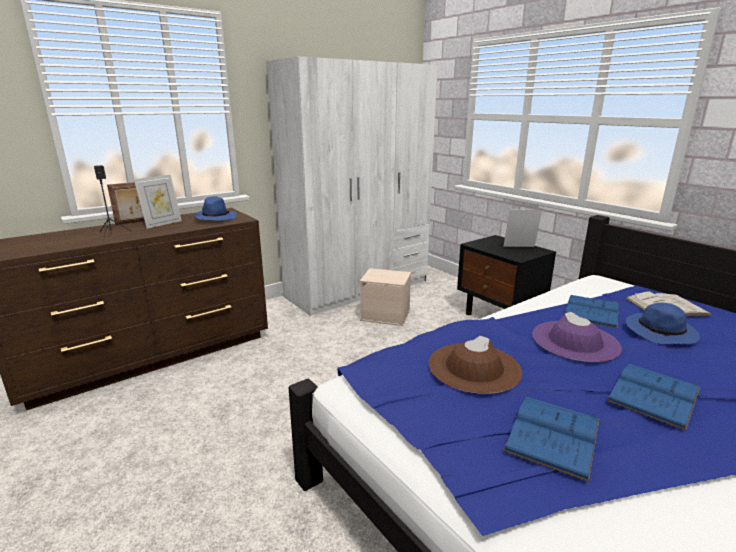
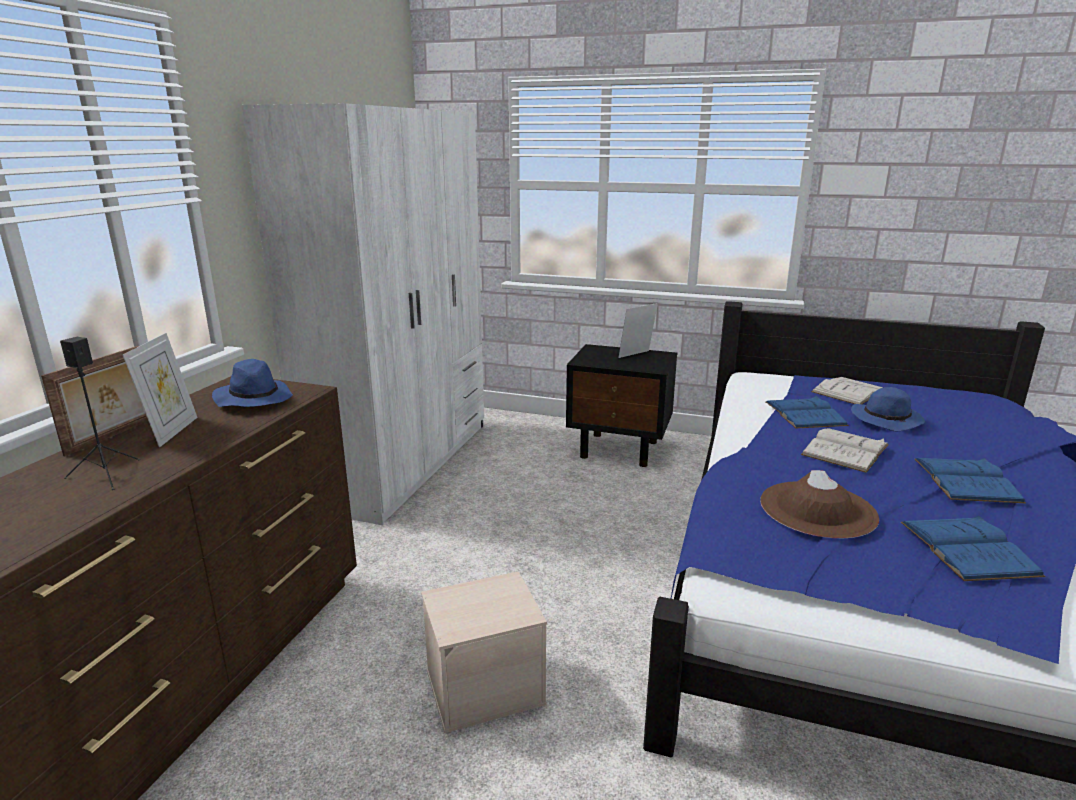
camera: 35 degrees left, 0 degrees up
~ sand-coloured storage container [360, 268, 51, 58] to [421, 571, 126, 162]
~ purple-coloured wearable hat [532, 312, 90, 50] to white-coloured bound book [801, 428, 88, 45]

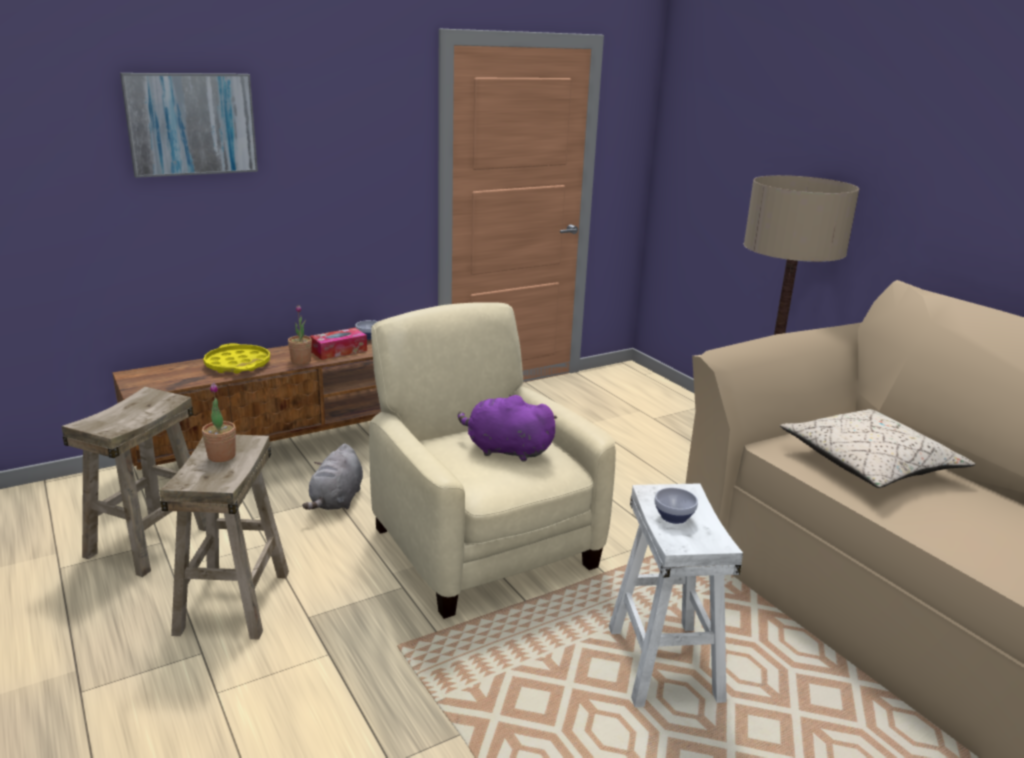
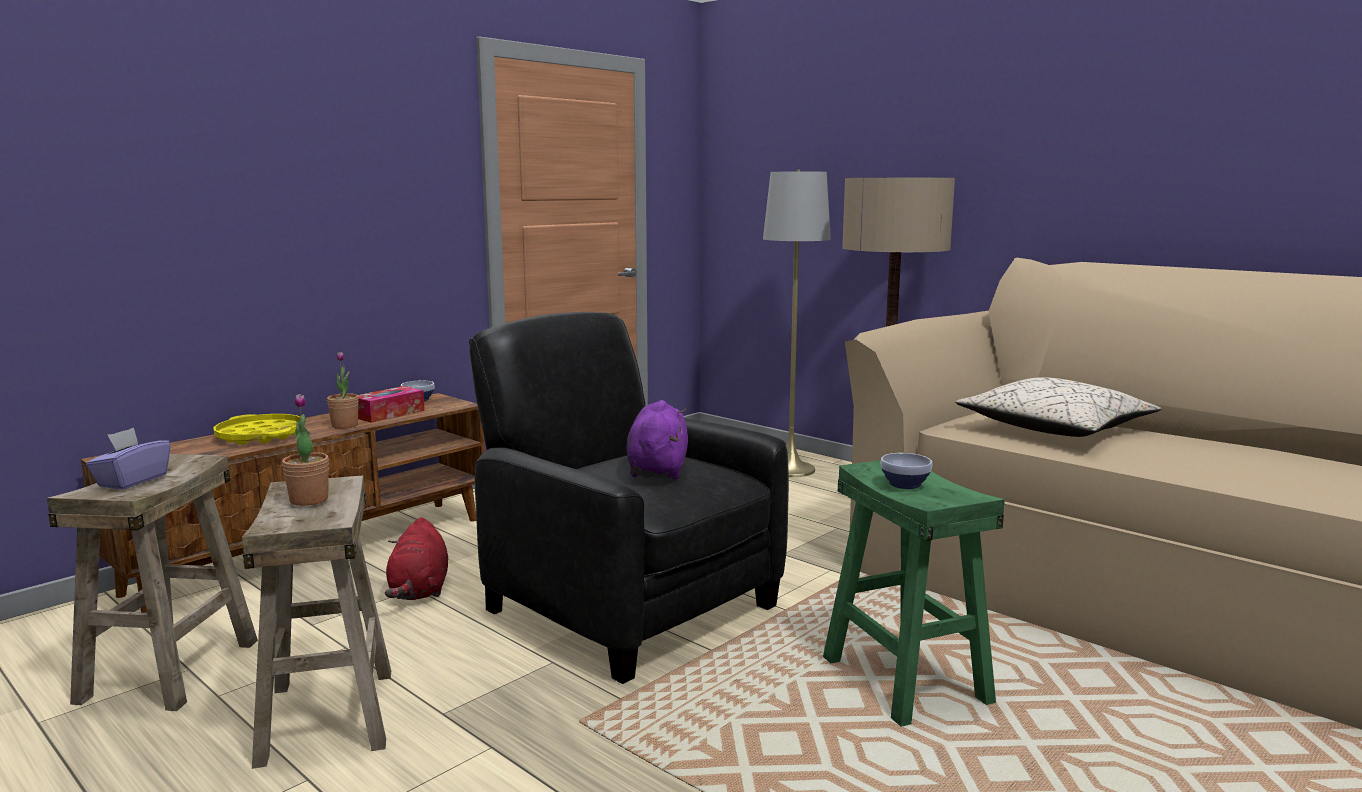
camera: 15 degrees left, 10 degrees down
- picture [120, 73, 138, 105]
~ greyish cuddly toy [302, 444, 61, 66] to red cuddly toy [385, 517, 63, 83]
~ sand-coloured easy chair [369, 302, 247, 317] to black-coloured easy chair [469, 312, 320, 372]
~ purple-coloured cuddly toy [458, 395, 99, 67] = [627, 400, 61, 80] 90 degrees clockwise
~ white-coloured stool seat [609, 483, 134, 224] to greenish stool seat [823, 460, 182, 267]
+ purple-coloured box of tissues [86, 428, 85, 62]
+ greyish floor lamp [763, 169, 68, 308]

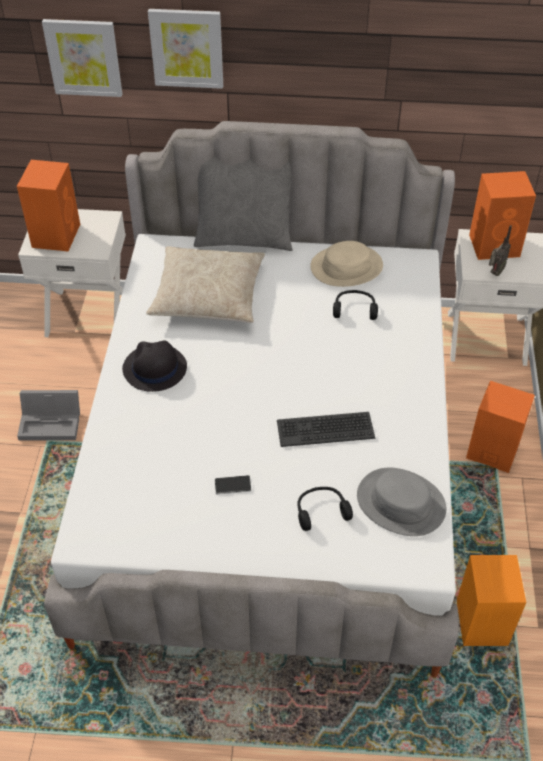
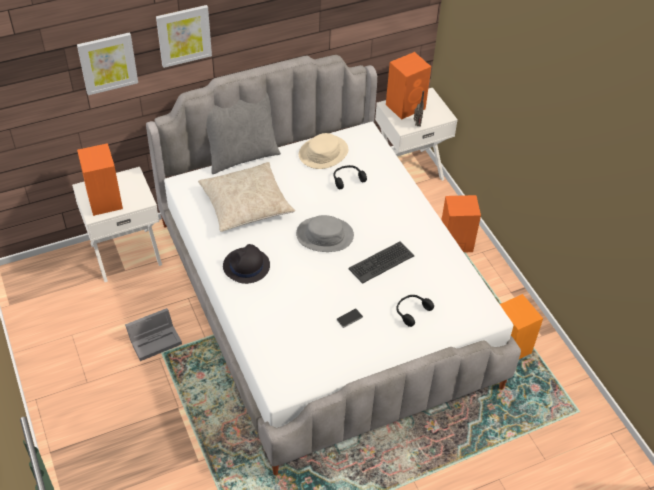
camera: 30 degrees left, 0 degrees up
~ greyish wearable hat [357, 467, 89, 69] to [296, 215, 58, 37]

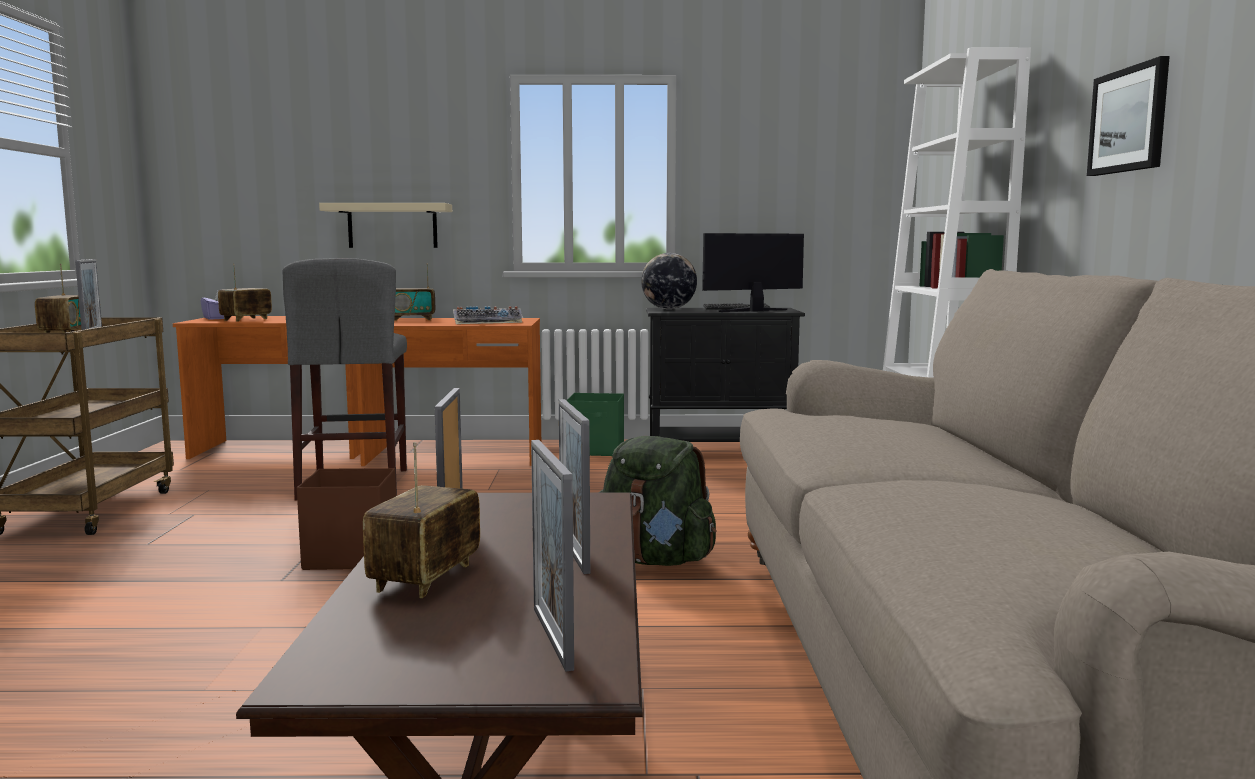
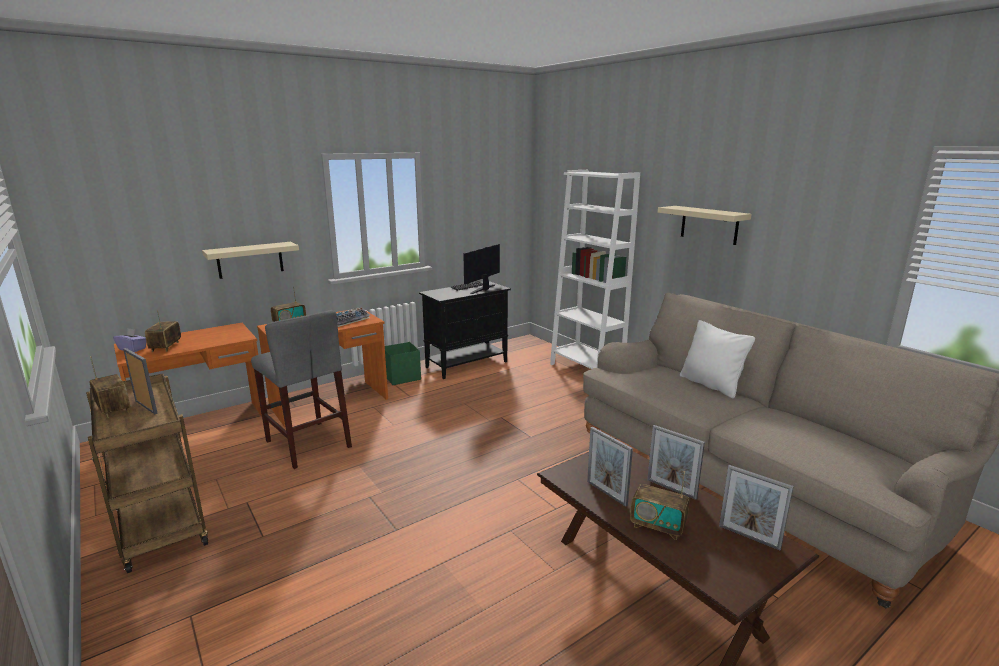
camera: 35 degrees left, 10 degrees up
- brownish storage container [297, 468, 99, 102]
~ radio set [363, 442, 117, 156] = [630, 471, 60, 69] 45 degrees counterclockwise
- greenish rucksack [599, 436, 117, 130]
- world globe [641, 253, 56, 56]
~ picture [1087, 56, 83, 120] to sand-coloured wall shelf [658, 206, 94, 39]
+ white-coloured cushion [680, 320, 75, 78]

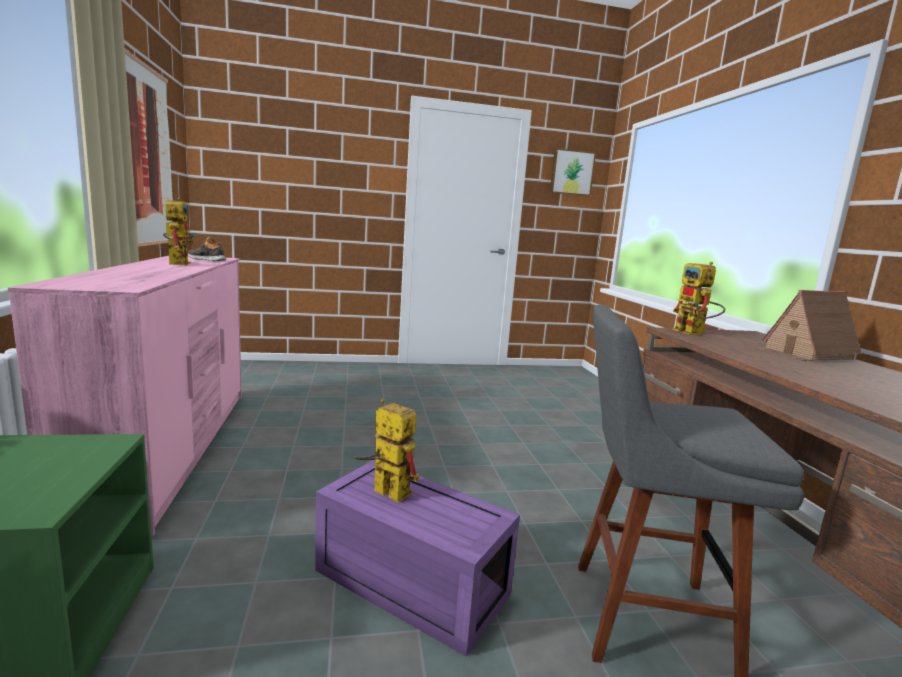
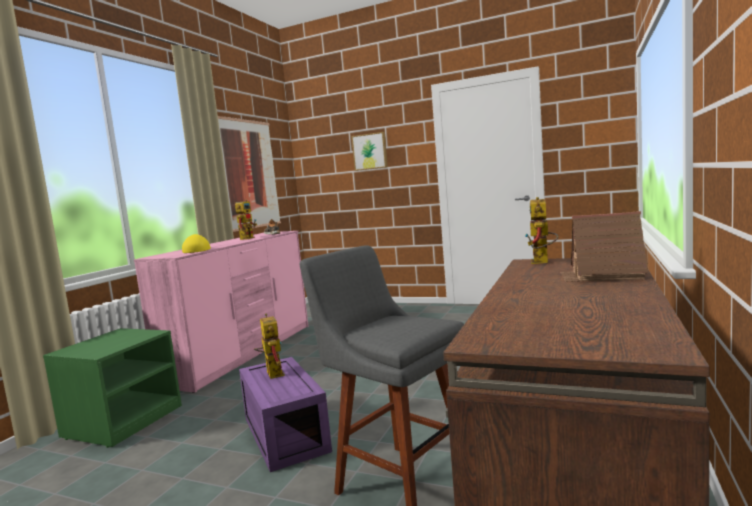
camera: 35 degrees right, 5 degrees down
~ picture [550, 148, 46, 48] to [351, 132, 37, 39]
+ yellowish peaked cap [182, 234, 29, 19]

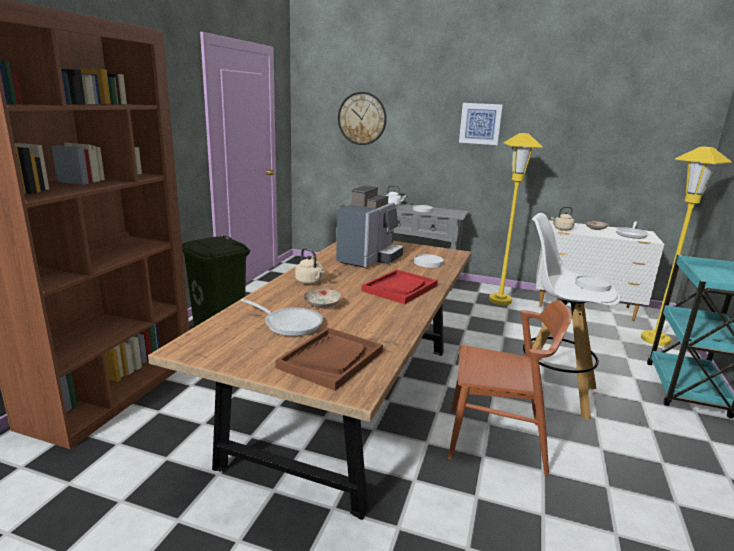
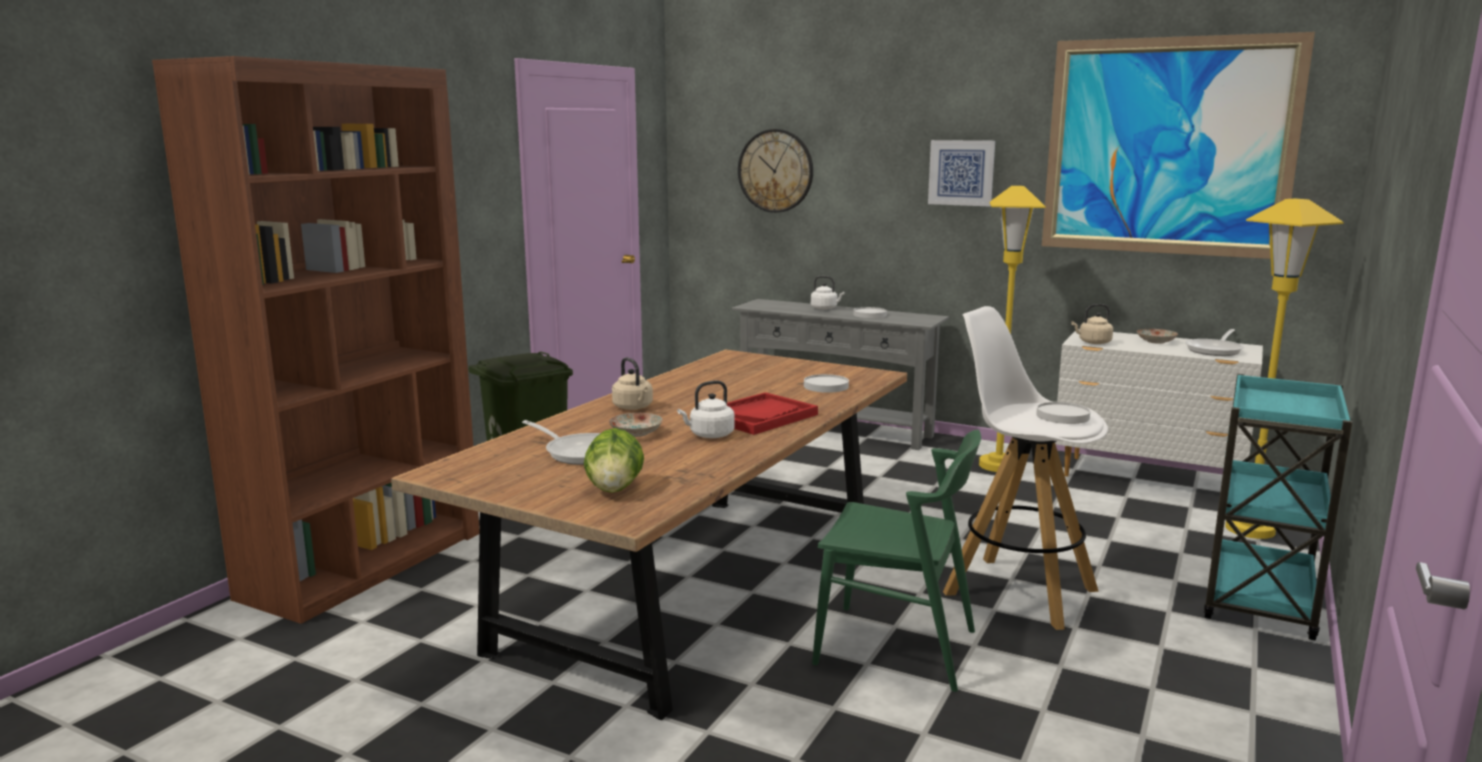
camera: 10 degrees right, 5 degrees down
~ brownish carrying tray [275, 328, 108, 63] to head of lettuce [584, 428, 60, 65]
- coffee brewer [336, 186, 68, 82]
~ brownish plain chair [448, 300, 123, 176] to greenish plain chair [812, 430, 169, 262]
+ white-coloured tea kettle [677, 381, 58, 57]
+ picture [1042, 32, 273, 227]

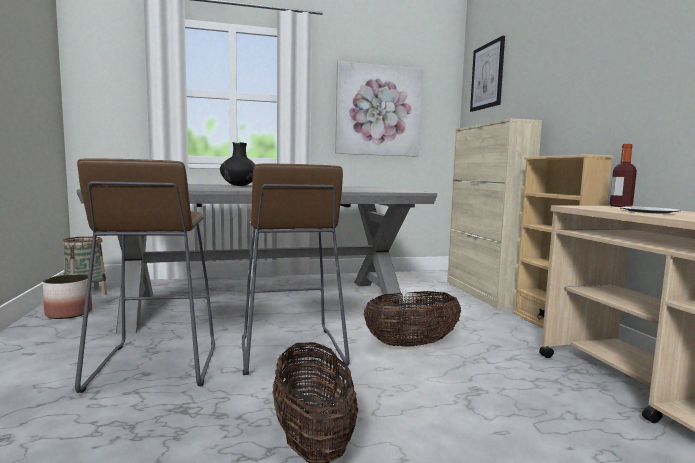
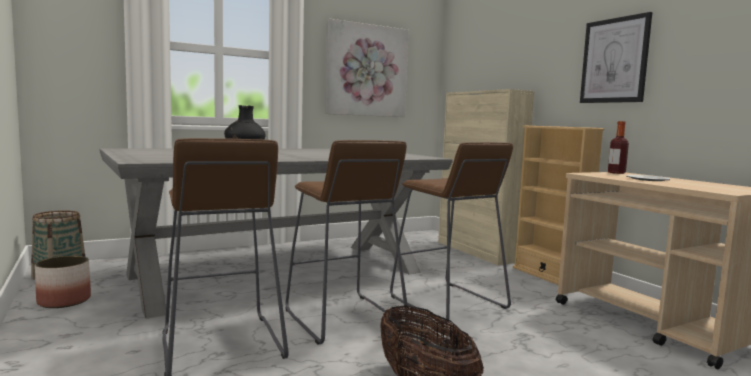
camera: 15 degrees left, 0 degrees up
~ household basket [363, 291, 98, 56] to brownish stool seat [390, 142, 123, 181]
~ picture [470, 36, 35, 76] to [580, 12, 72, 91]

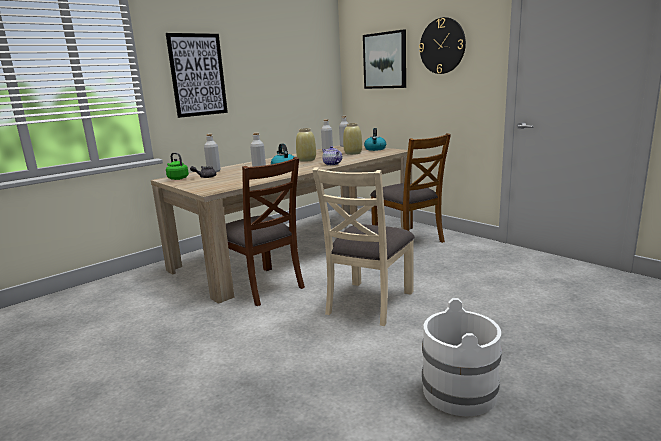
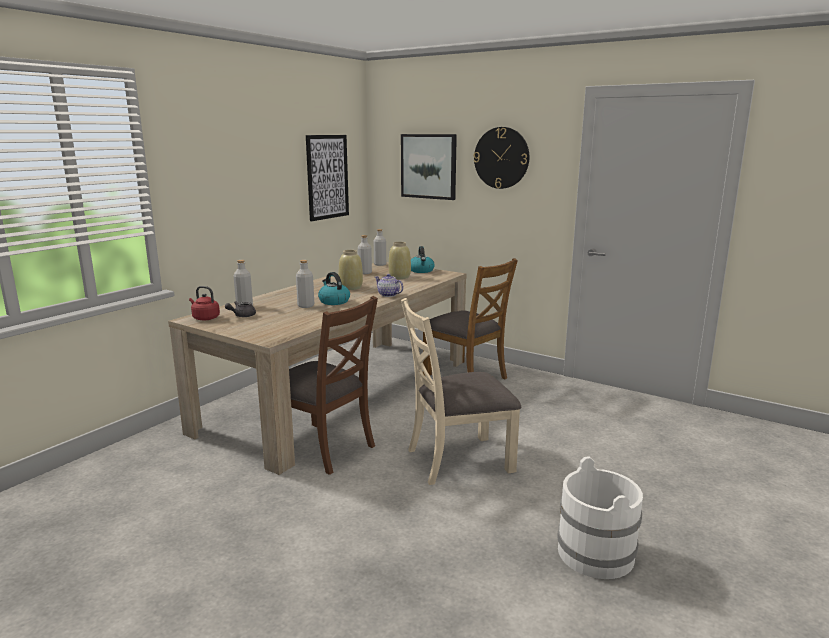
camera: 15 degrees left, 0 degrees up
~ picture [166, 33, 62, 85] to [306, 135, 43, 86]
~ greenish tea kettle [166, 153, 23, 27] to red tea kettle [189, 286, 31, 35]
~ sand-coloured plain chair [313, 167, 102, 159] = [401, 298, 120, 187] 60 degrees clockwise

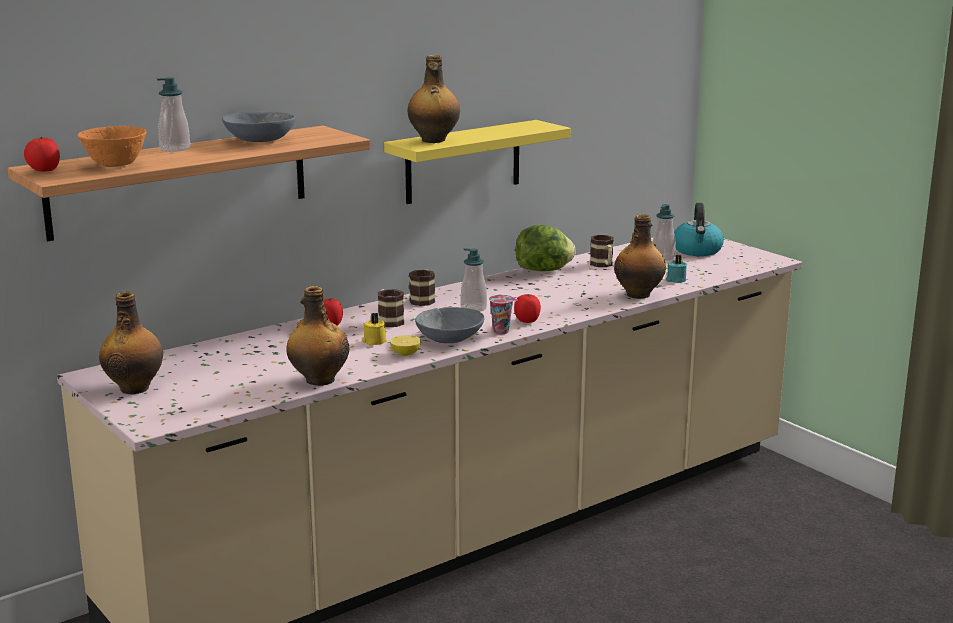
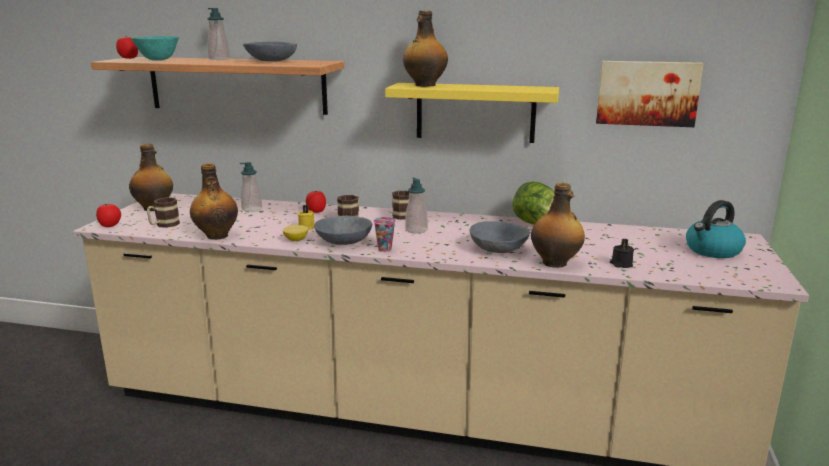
camera: 50 degrees right, 0 degrees up
~ orange-coloured bowl [78, 126, 69, 41] to turquoise bowl [131, 36, 48, 25]
~ fresh tomato [514, 294, 27, 29] to [96, 204, 25, 23]
~ tea mug [590, 235, 24, 32] to [147, 197, 33, 31]
~ soap bottle [653, 204, 23, 56] to [240, 162, 22, 50]
~ turquoise candle [666, 255, 21, 28] to black-coloured candle [610, 239, 24, 29]
+ greyish bowl [470, 221, 60, 32]
+ picture [596, 61, 108, 66]

